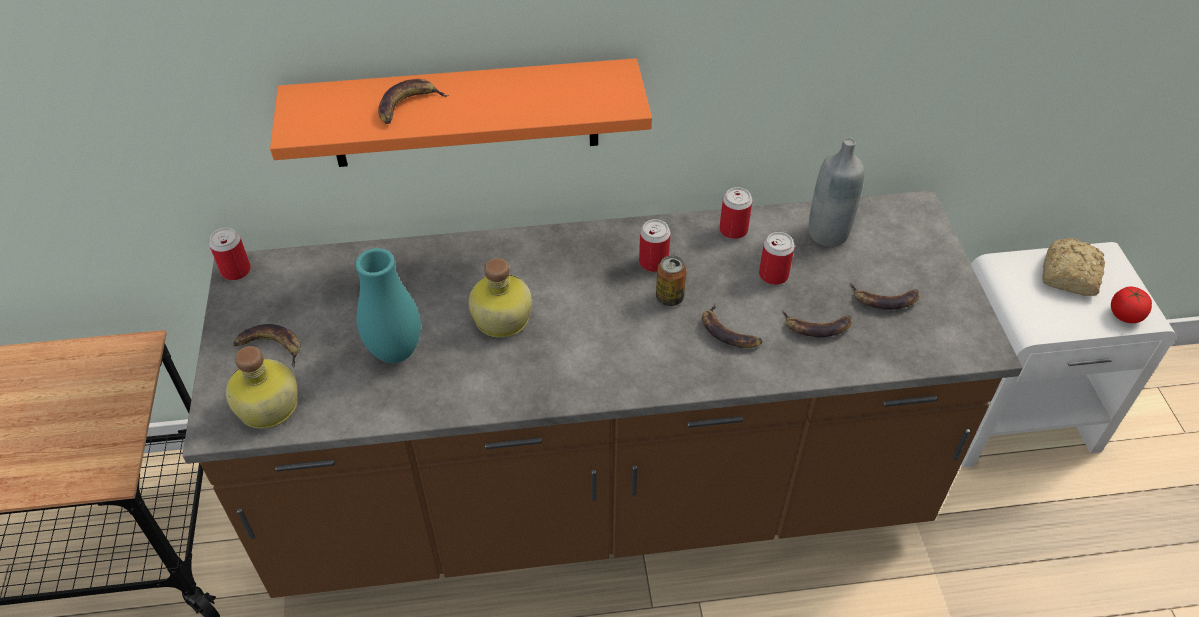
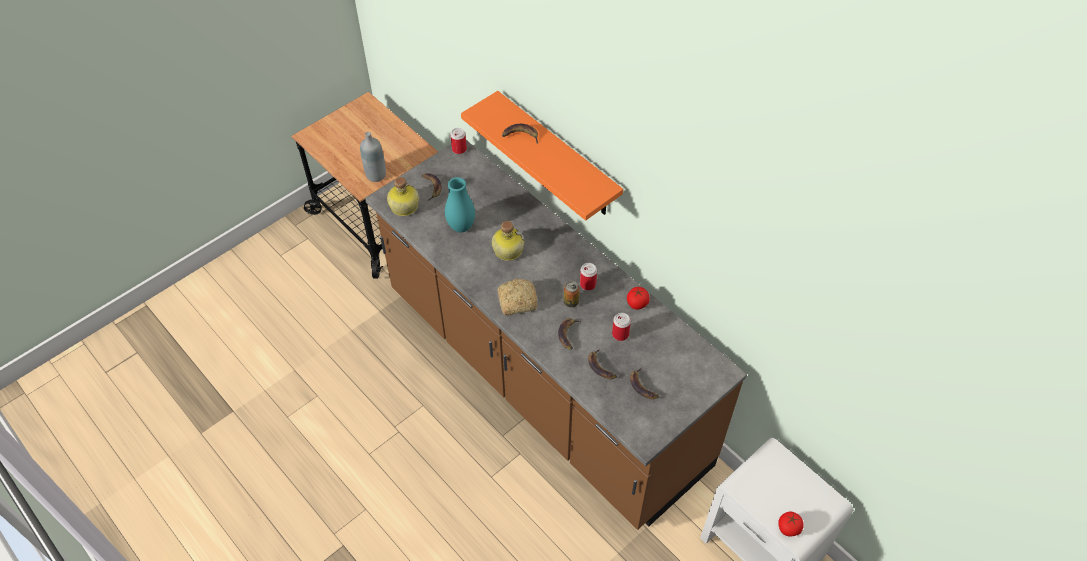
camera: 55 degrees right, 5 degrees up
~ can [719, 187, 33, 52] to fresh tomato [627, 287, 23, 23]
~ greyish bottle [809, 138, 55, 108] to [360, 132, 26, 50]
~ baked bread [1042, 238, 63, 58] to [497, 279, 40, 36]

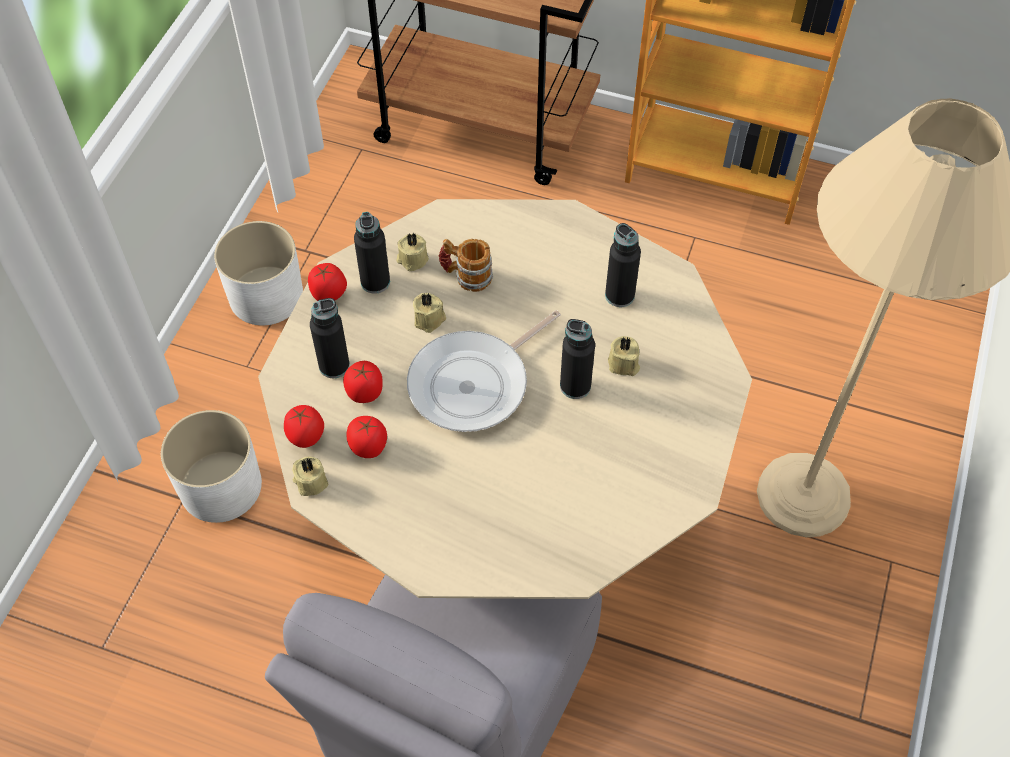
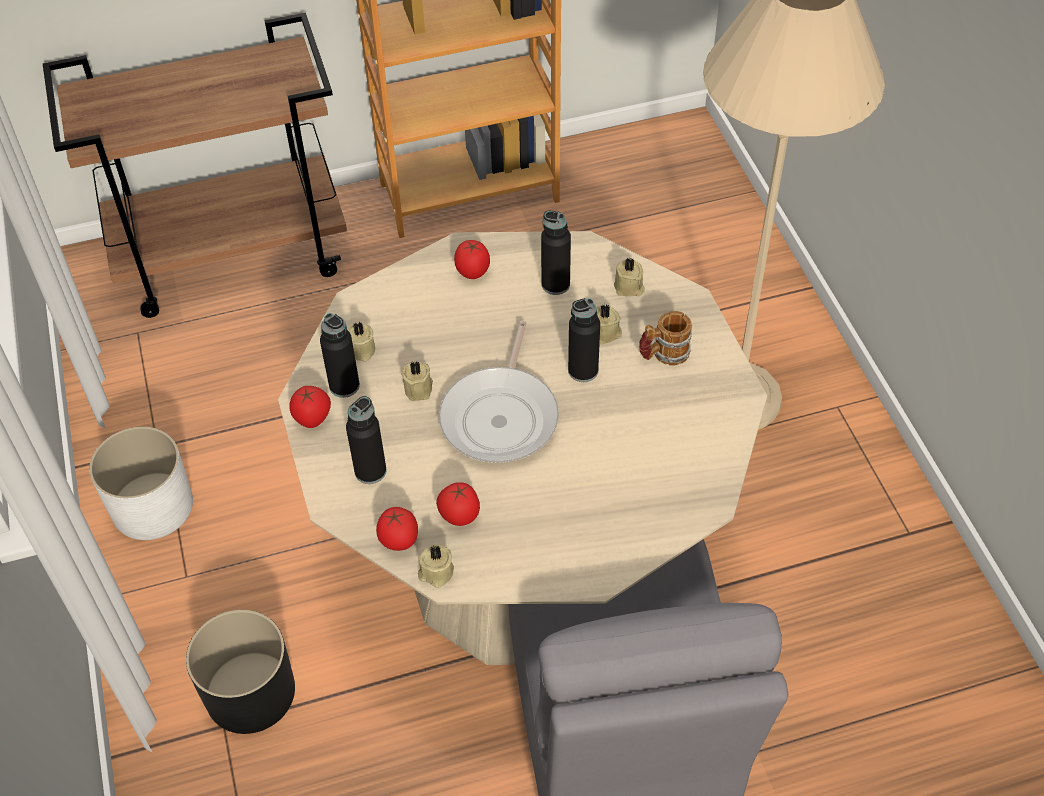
camera: 35 degrees left, 5 degrees down
~ white-coloured flower pot [161, 410, 101, 113] to black-coloured flower pot [186, 610, 109, 124]
~ fresh tomato [343, 361, 40, 42] to [454, 240, 36, 39]
~ tea mug [438, 239, 55, 53] to [639, 311, 53, 55]
+ sand-coloured candle [614, 258, 31, 39]

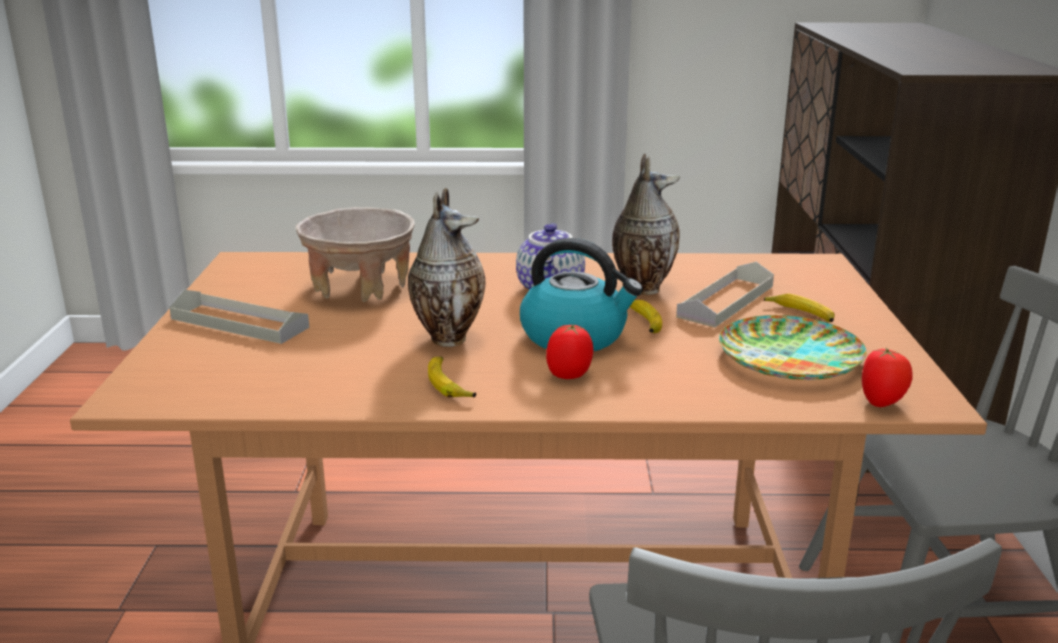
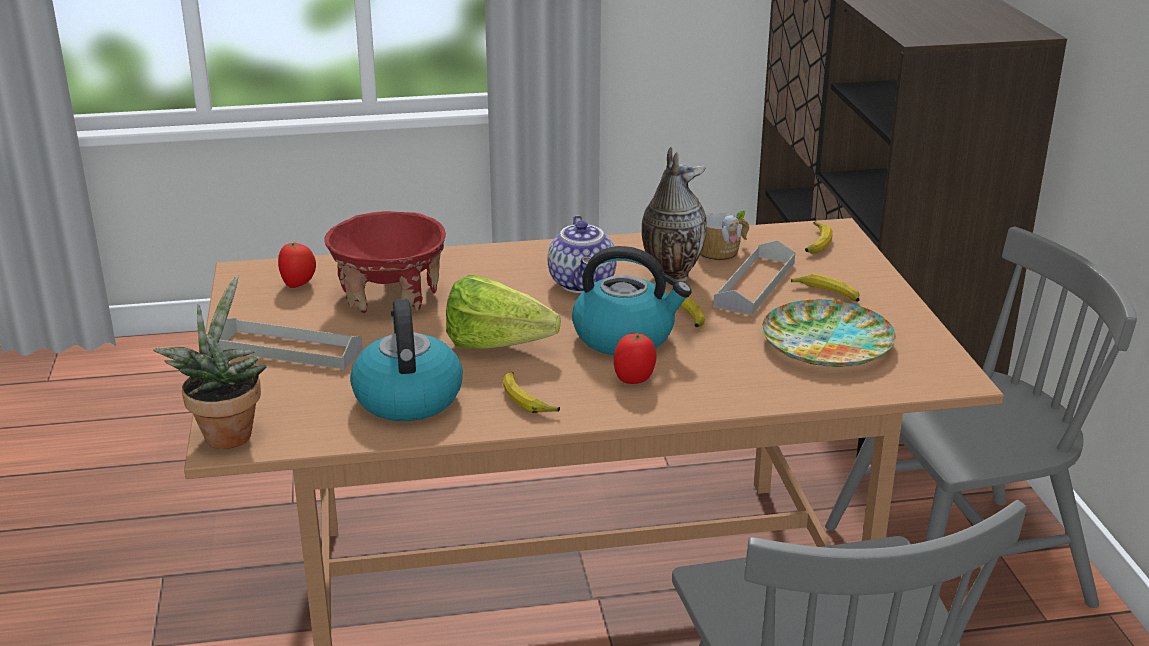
camera: 10 degrees left, 5 degrees up
~ sand-coloured bowl [295, 207, 120, 95] to red bowl [324, 211, 122, 102]
~ vase [408, 188, 78, 159] to head of lettuce [446, 275, 115, 74]
~ fresh tomato [862, 348, 51, 59] to [278, 242, 38, 46]
+ houseplant [153, 275, 114, 174]
+ tea kettle [350, 299, 113, 122]
+ tea mug [699, 210, 50, 51]
+ banana fruit [805, 222, 28, 32]

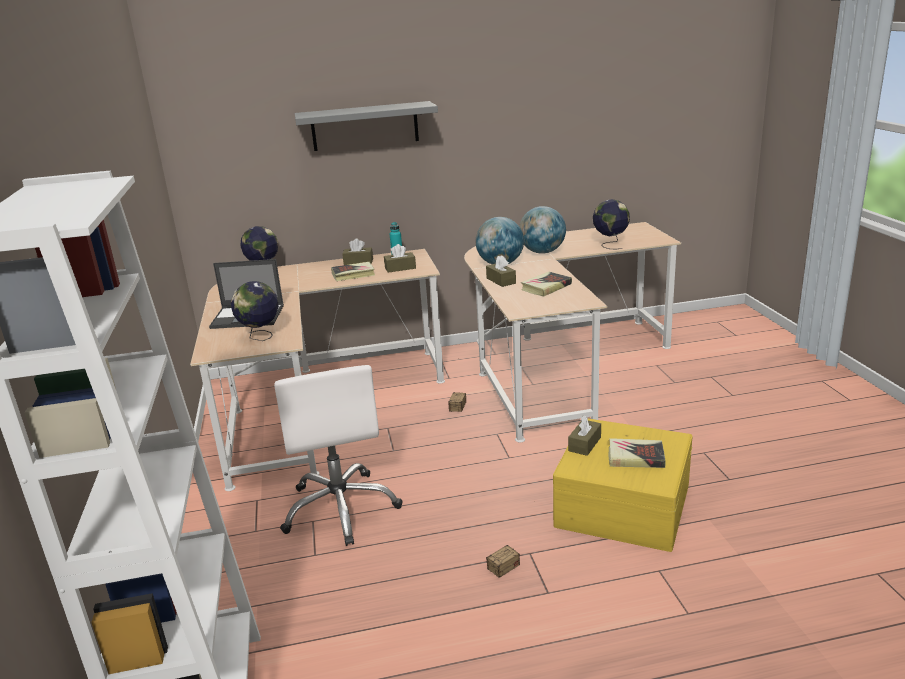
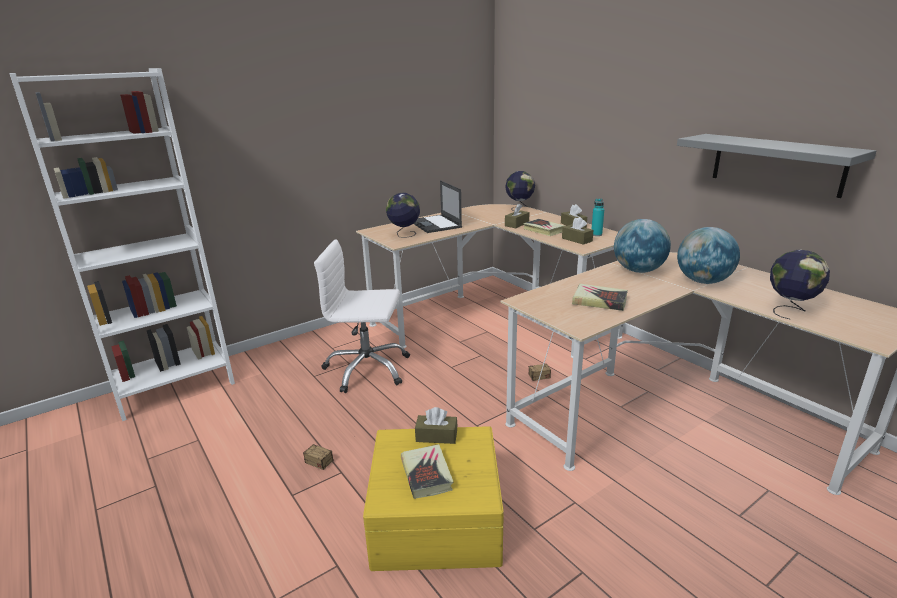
camera: 65 degrees right, 0 degrees up
~ white-coloured office chair [274, 365, 129, 181] = [314, 240, 96, 153] 45 degrees clockwise
~ greyish wall shelf [295, 101, 143, 50] to [677, 134, 199, 64]
~ brownish box of tissues [486, 255, 30, 32] to [505, 203, 25, 25]

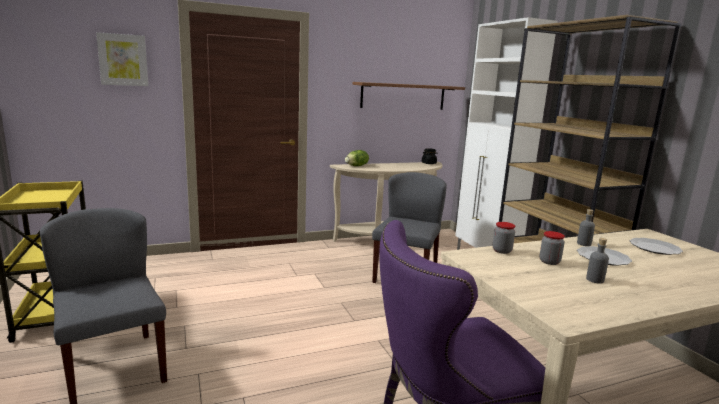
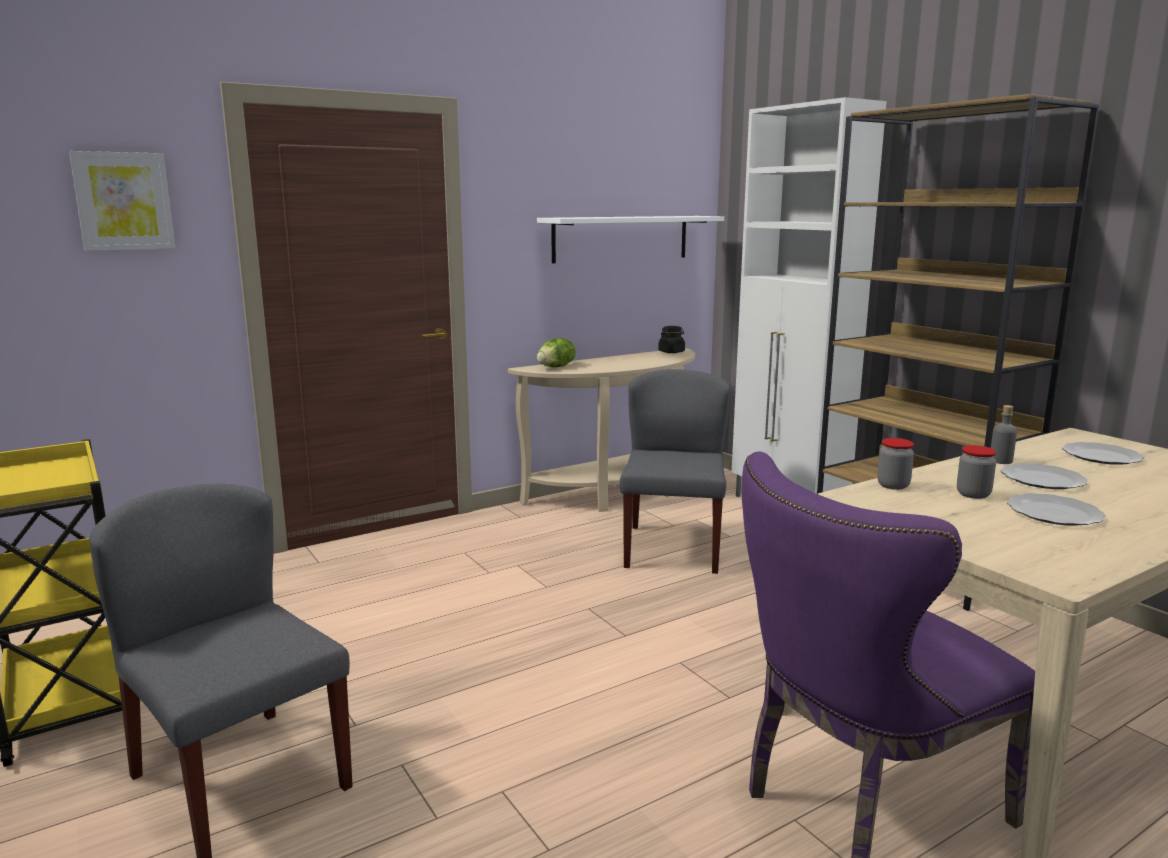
camera: 10 degrees left, 0 degrees up
~ brownish wall shelf [353, 82, 112, 28] to white-coloured wall shelf [537, 216, 187, 47]
~ greyish bottle [586, 238, 23, 46] to dinner plate [1007, 493, 99, 32]

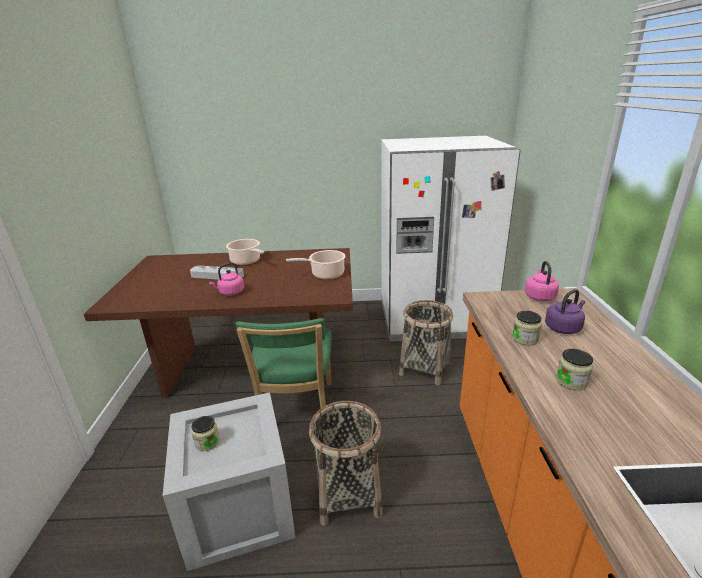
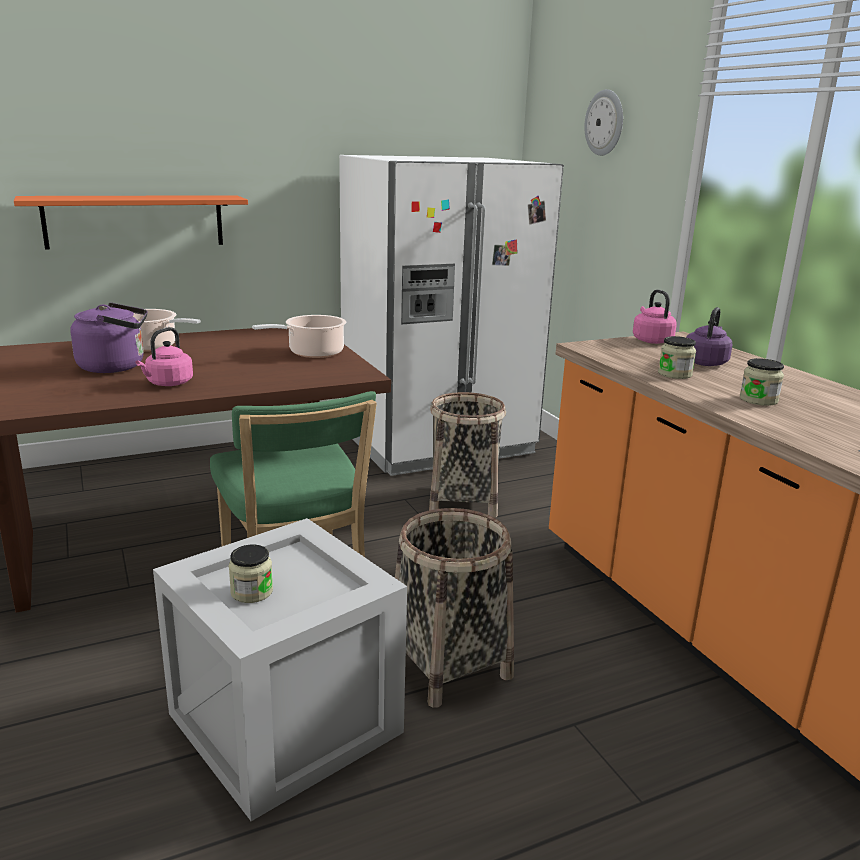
camera: 25 degrees left, 5 degrees down
~ greyish carrying tray [190, 265, 54, 15] to purple-coloured tea kettle [70, 303, 78, 70]
+ orange-coloured wall shelf [14, 195, 234, 54]
+ hanging clock [585, 89, 38, 67]

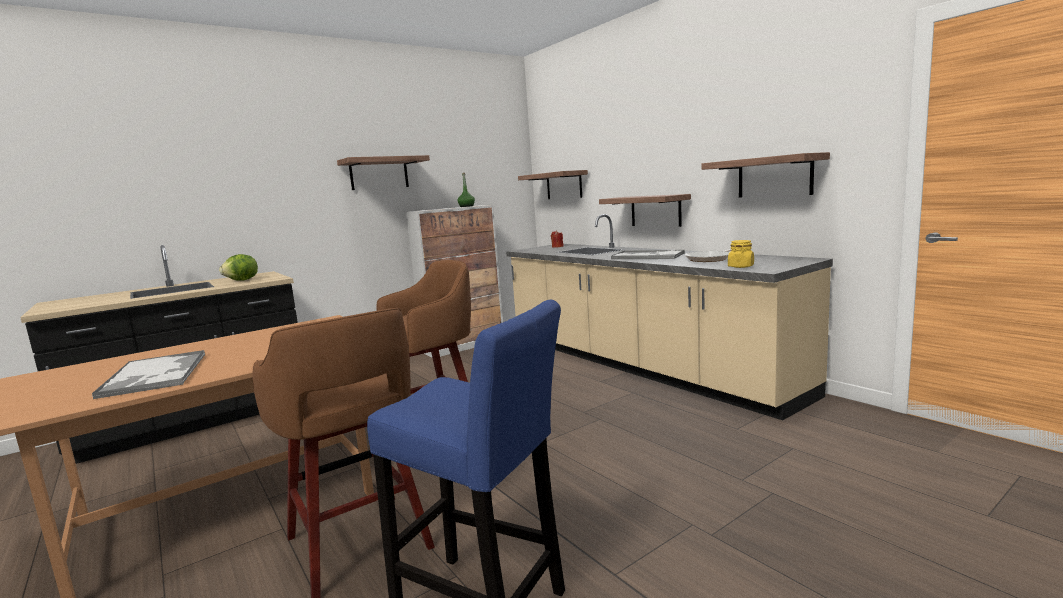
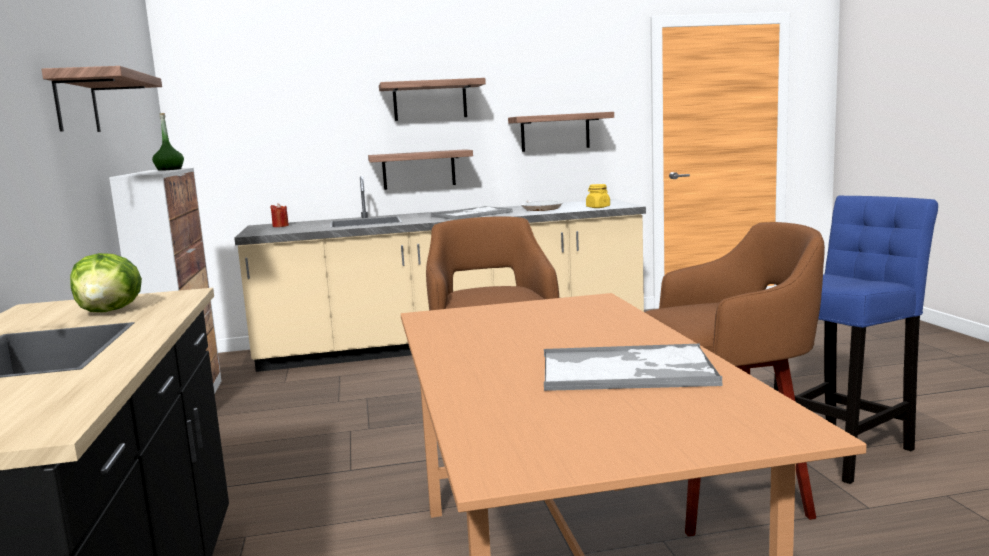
camera: 65 degrees left, 0 degrees up
~ wall shelf [518, 170, 70, 29] to [379, 78, 107, 43]

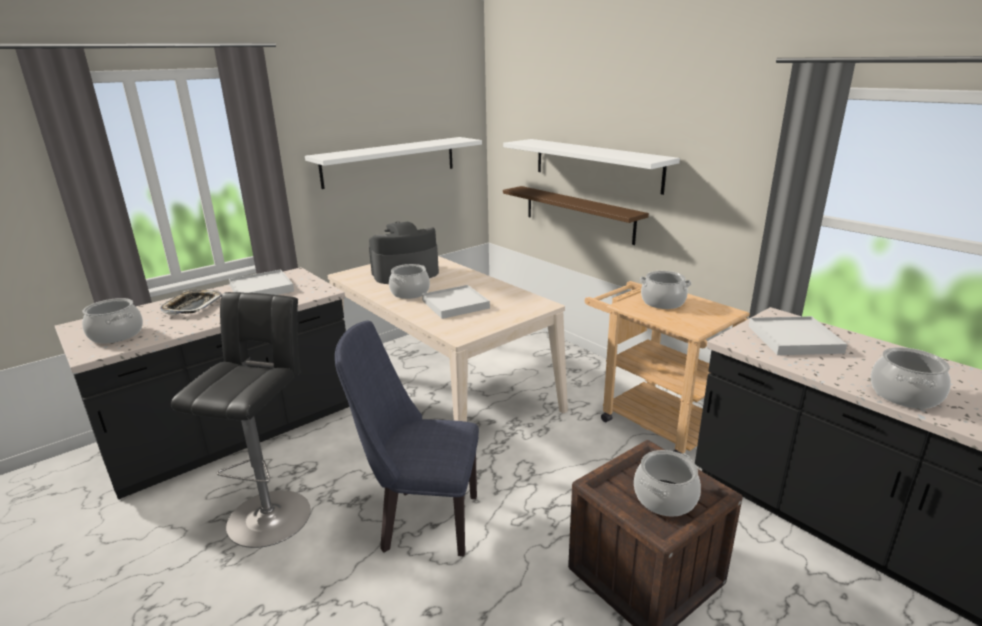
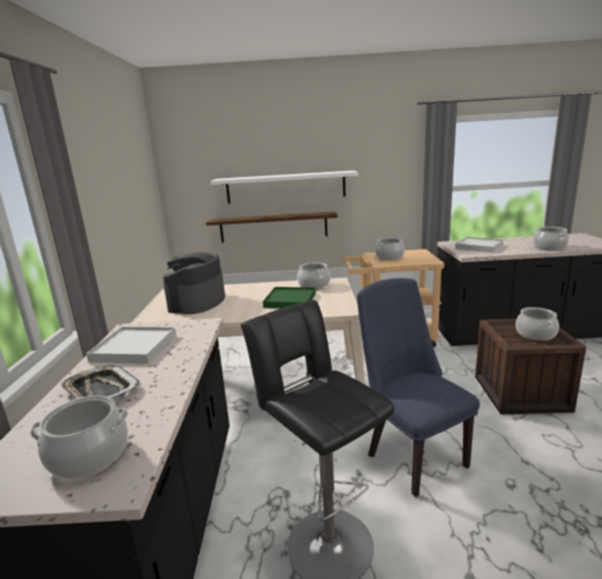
camera: 50 degrees left, 5 degrees down
- white-coloured wall shelf [305, 137, 177, 52]
~ blue plain chair [335, 321, 144, 235] = [357, 278, 123, 219] 105 degrees clockwise
~ stockpot [389, 264, 41, 35] to [297, 262, 33, 27]
~ white-coloured carrying tray [422, 285, 68, 34] to greenish carrying tray [263, 287, 53, 21]

